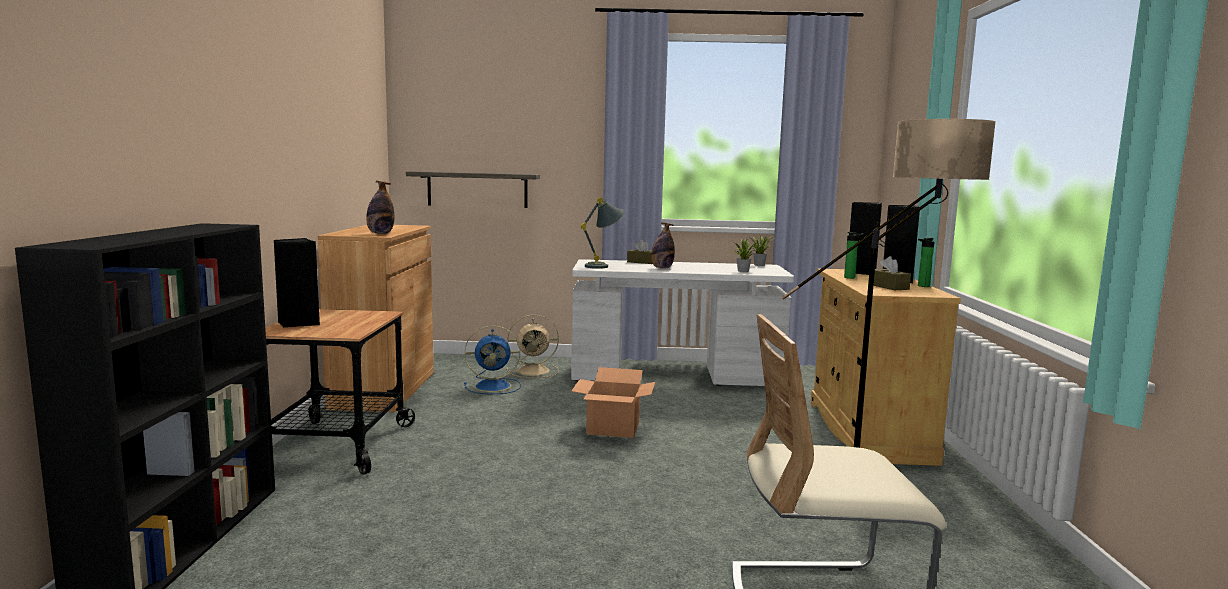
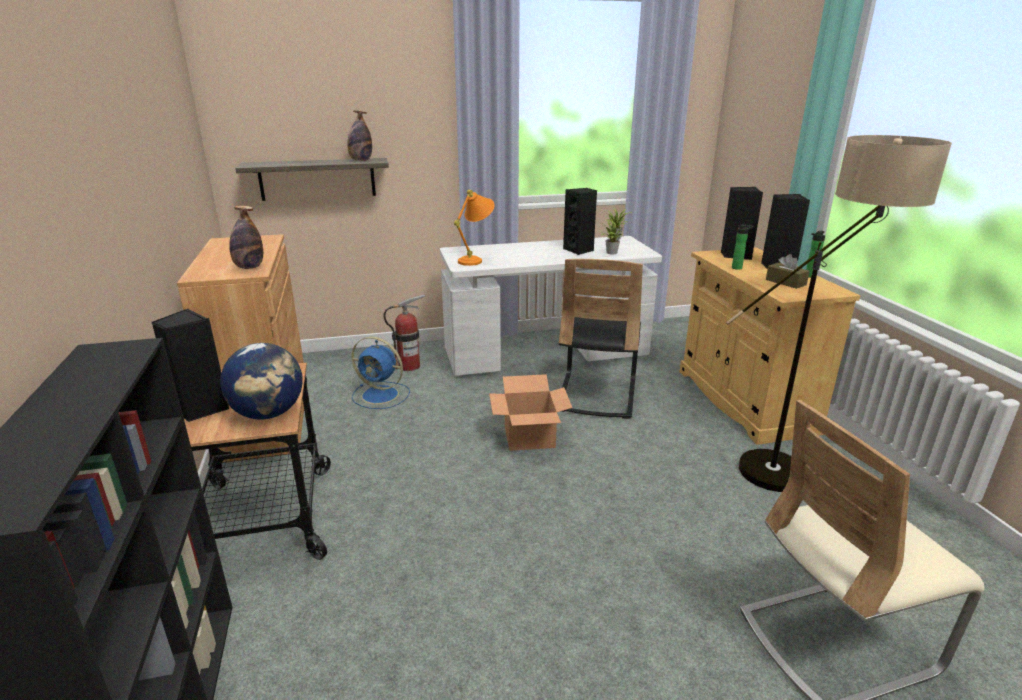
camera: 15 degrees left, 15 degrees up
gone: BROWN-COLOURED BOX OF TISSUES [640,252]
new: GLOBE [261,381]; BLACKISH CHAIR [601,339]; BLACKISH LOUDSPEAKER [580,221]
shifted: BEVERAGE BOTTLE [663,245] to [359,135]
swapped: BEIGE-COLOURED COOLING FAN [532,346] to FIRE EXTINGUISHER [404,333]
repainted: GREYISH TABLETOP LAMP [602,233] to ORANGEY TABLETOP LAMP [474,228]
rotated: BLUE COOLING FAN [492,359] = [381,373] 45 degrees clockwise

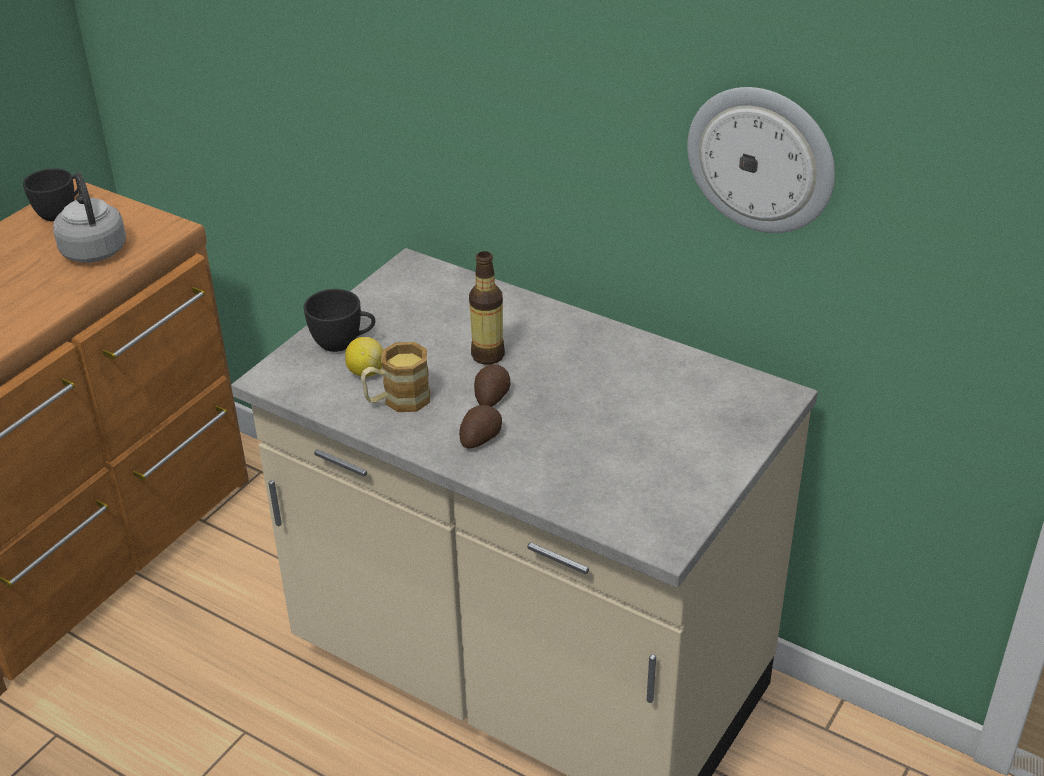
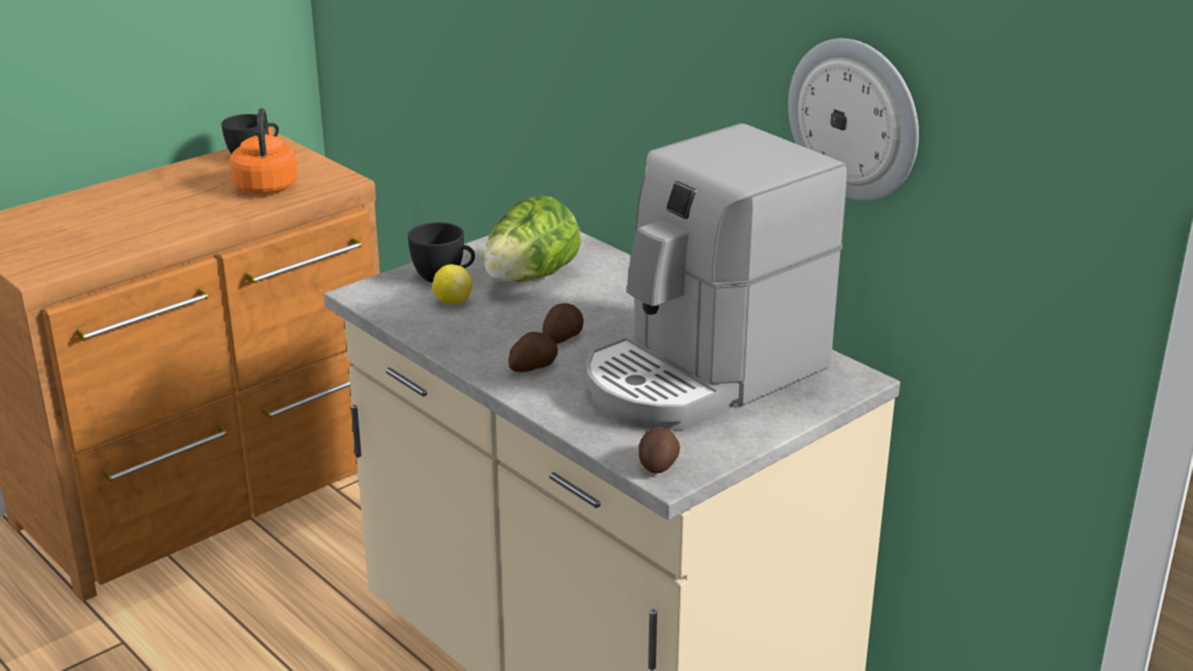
camera: 15 degrees right, 10 degrees down
gone: MUG [395,377]; BEVERAGE BOTTLE [487,308]
new: LETTUCE HEAD [532,239]; COFFEE MAKER [717,276]; WHOLE POTATO [659,450]
repainted: GREYISH TEA KETTLE [89,217] to ORANGEY TEA KETTLE [264,151]

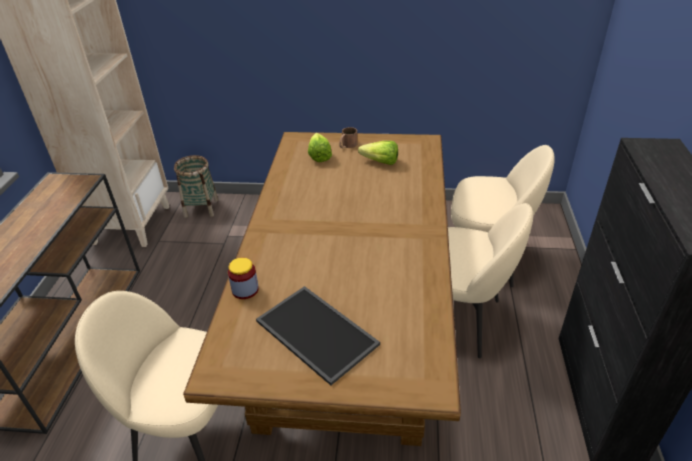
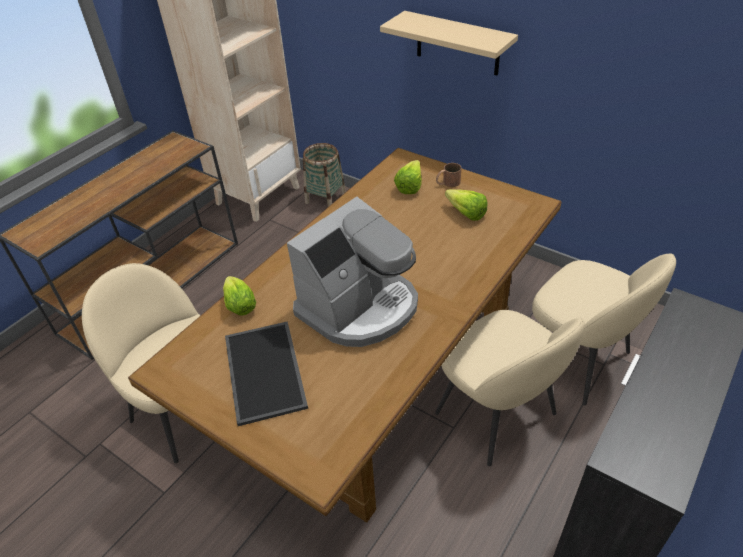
camera: 30 degrees right, 5 degrees up
new: COFFEE MAKER [352,272]; BEIGE-COLOURED BRACKET SHELF [449,43]
swapped: JAR [243,278] to LETTUCE HEAD [239,296]

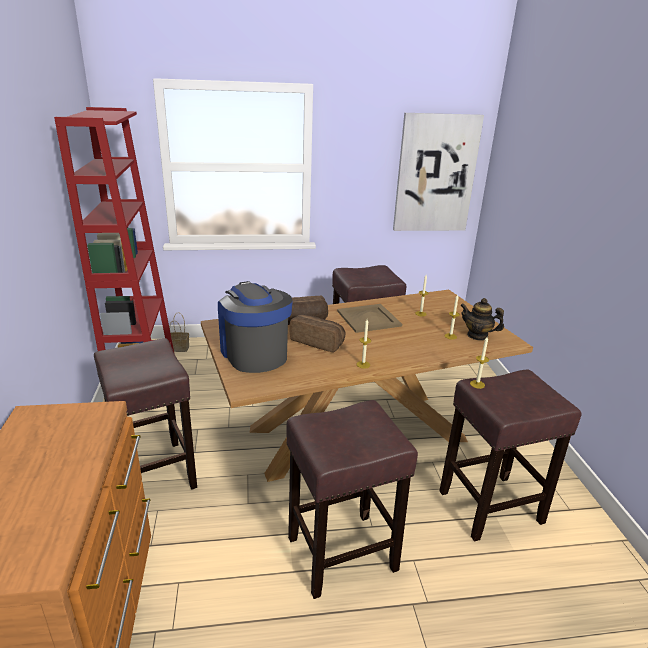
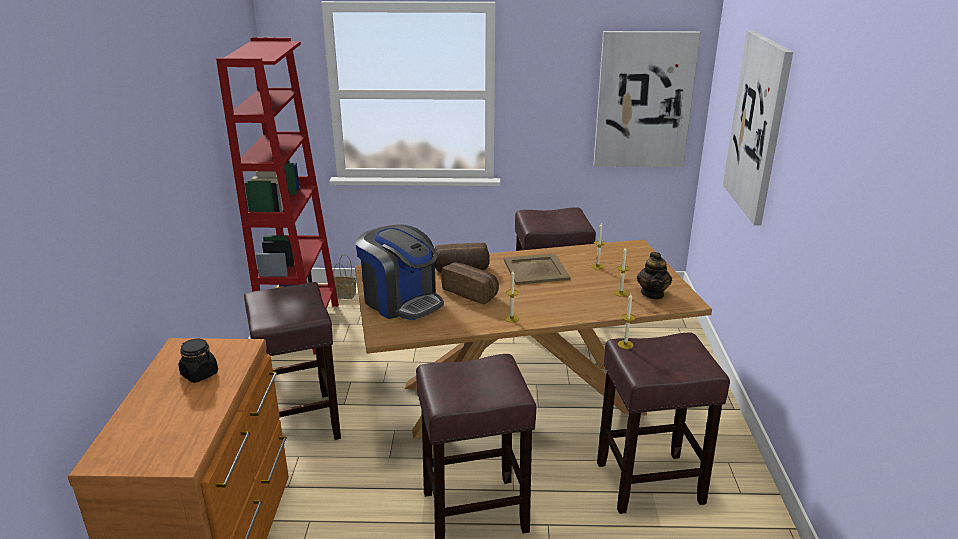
camera: 10 degrees right, 0 degrees up
new: BLACKISH JAR [198,361]; WALL PICTURE [758,128]
rotated: COFFEE MAKER [255,327] = [399,272] 150 degrees clockwise; TEAPOT [482,319] = [654,275] 120 degrees counterclockwise

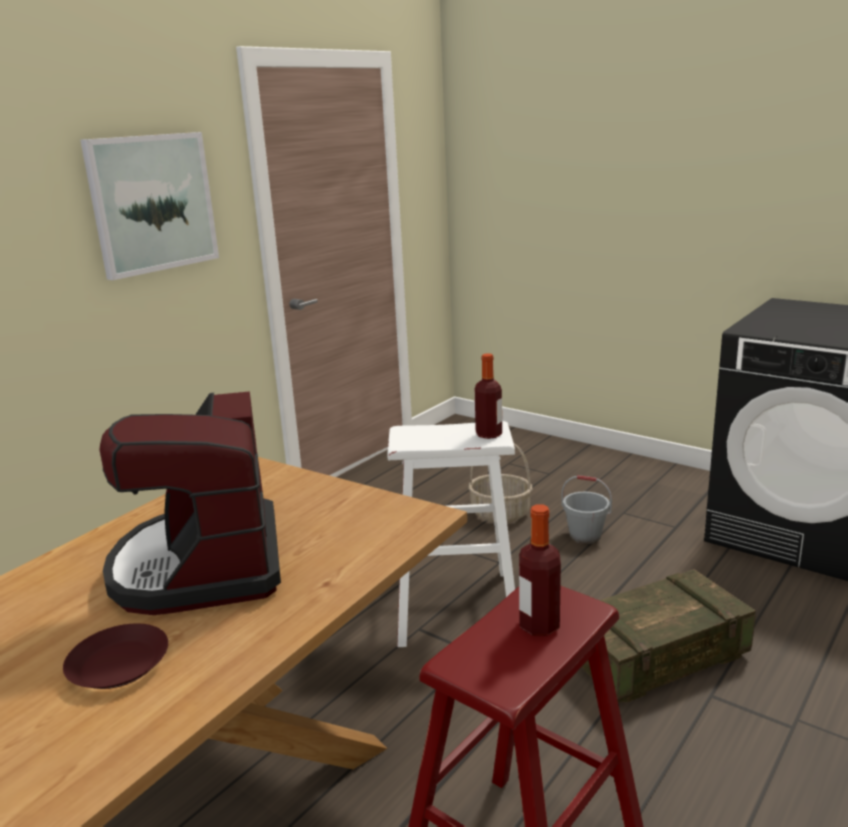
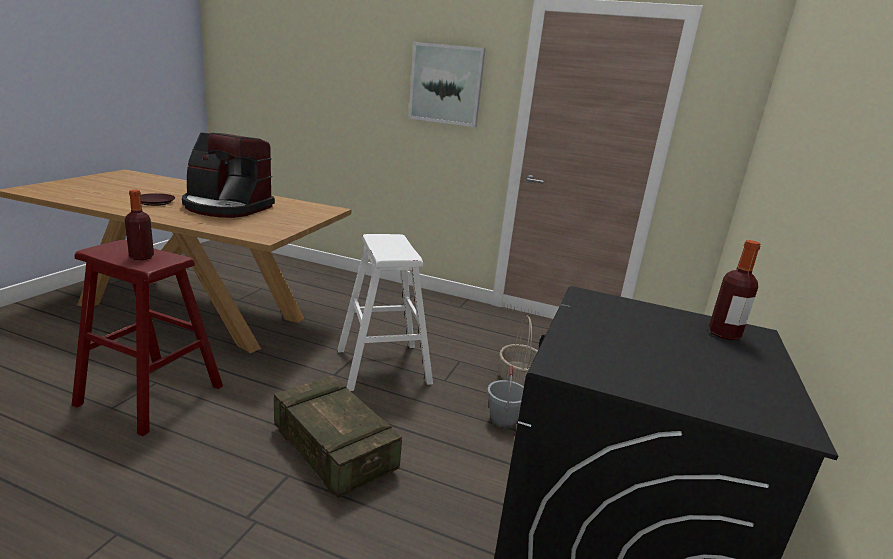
camera: 70 degrees right, 0 degrees up
shifted: BEVERAGE BOTTLE [488,396] to [734,290]
rotated: COFFEE MAKER [190,503] = [228,175] 135 degrees counterclockwise

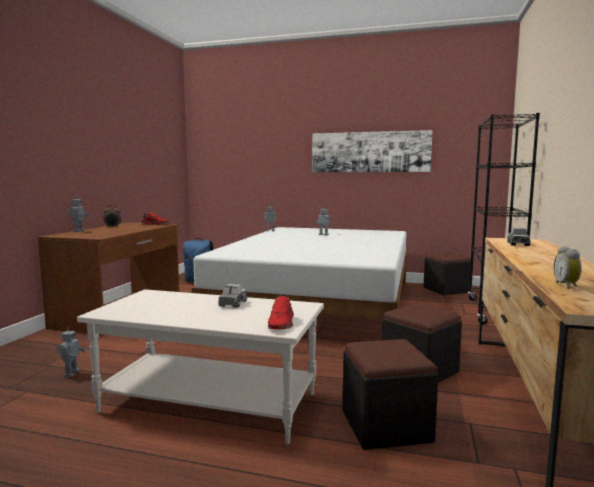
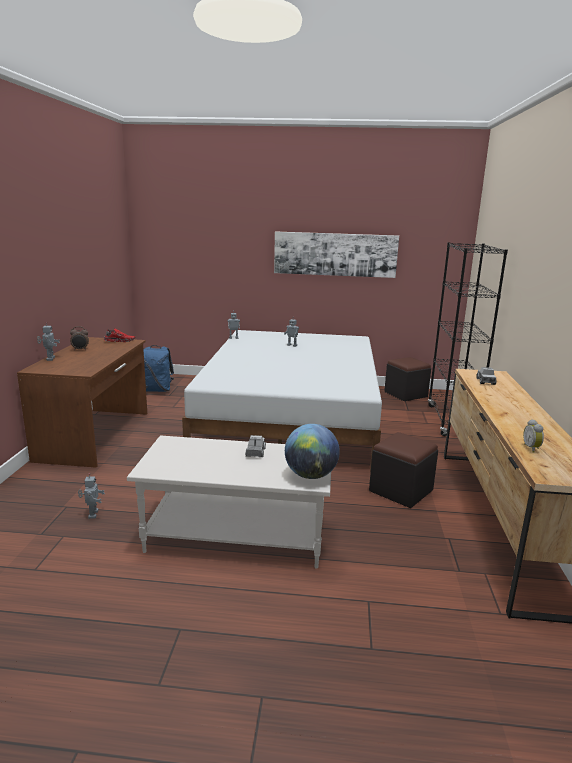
camera: 10 degrees left, 10 degrees up
gone: BLACKISH POUFFE [390,394]
swapped: REDDISH SHOE [281,311] to GLOBE [312,451]

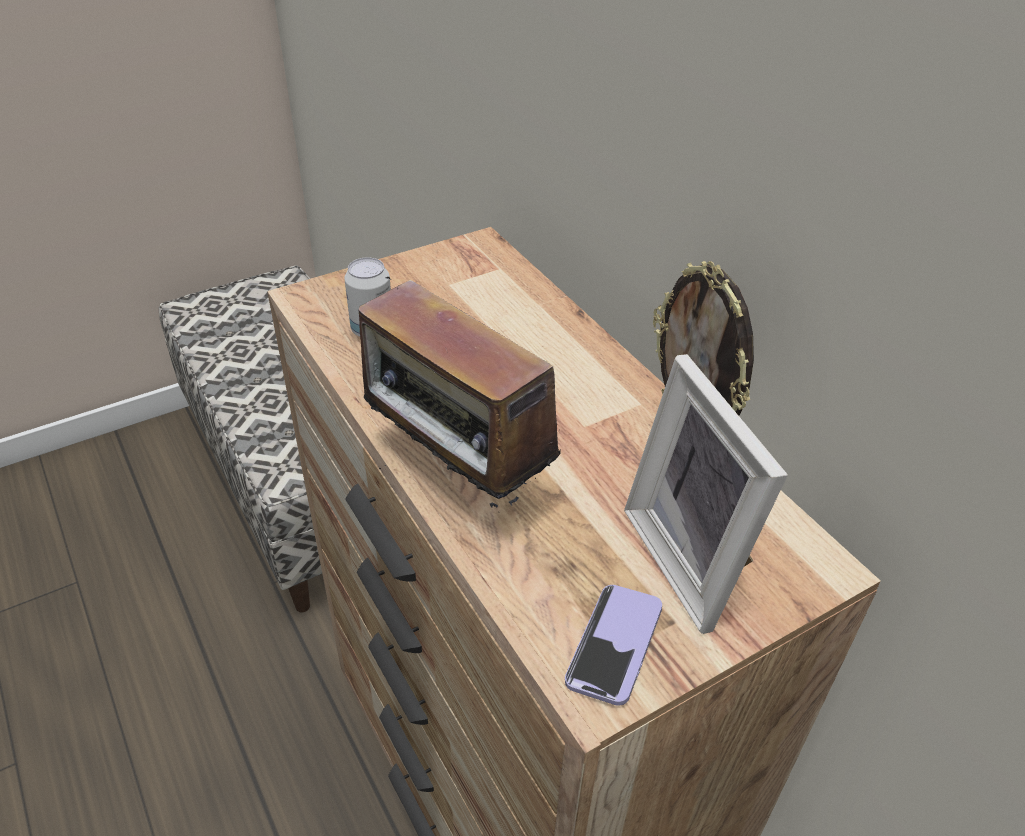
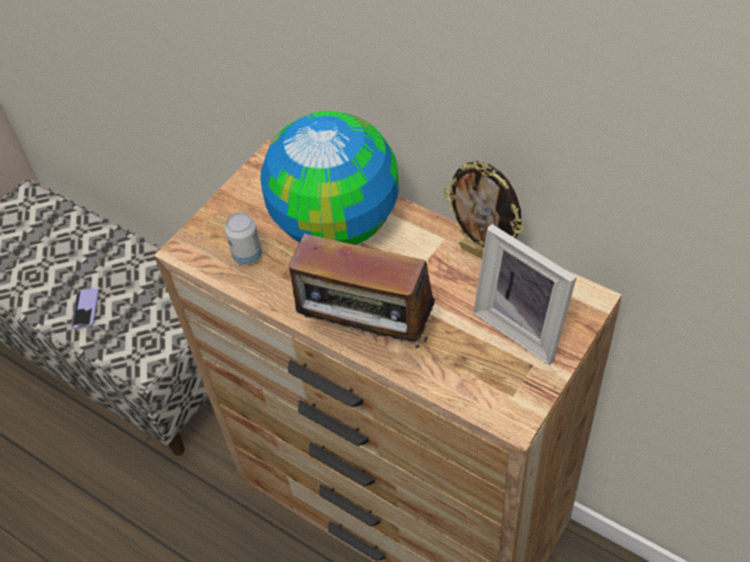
camera: 20 degrees left, 10 degrees up
new: GLOBE [329,178]
shifted: HANDSET [613,645] to [85,308]

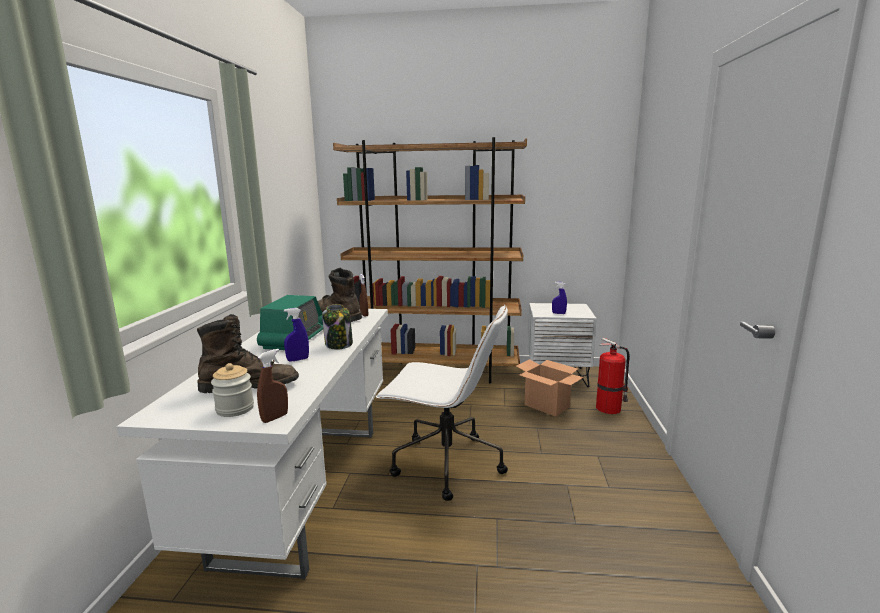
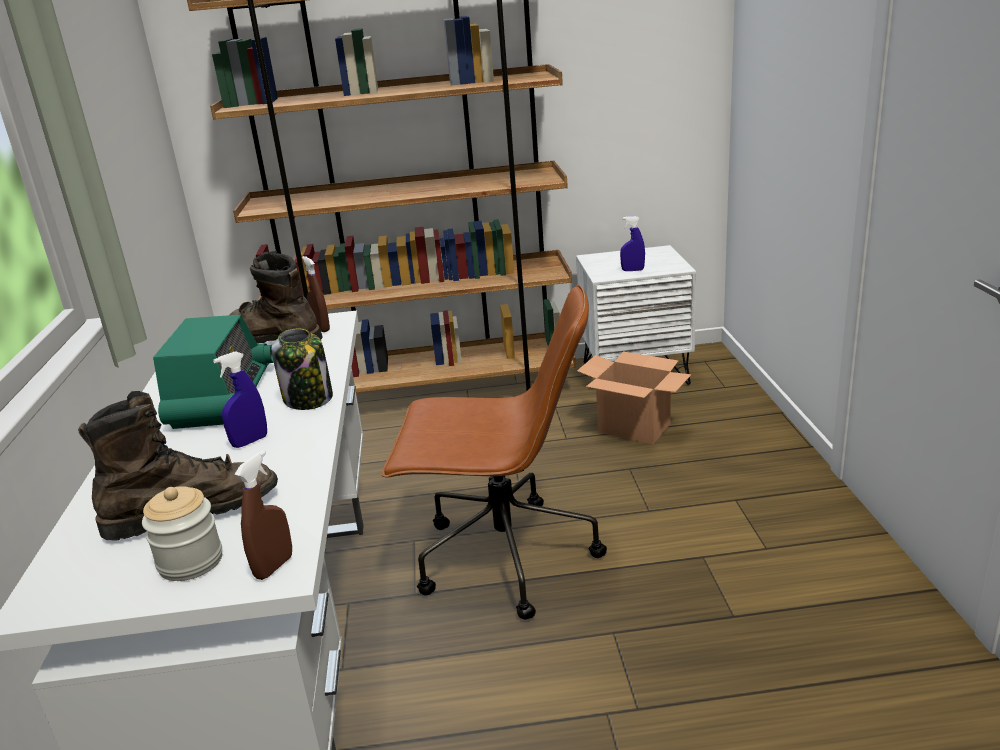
camera: 10 degrees left, 10 degrees up
gone: FIRE EXTINGUISHER [613,376]
repainted: WHITE DESK CHAIR [441,403] to BROWN-COLOURED DESK CHAIR [494,452]

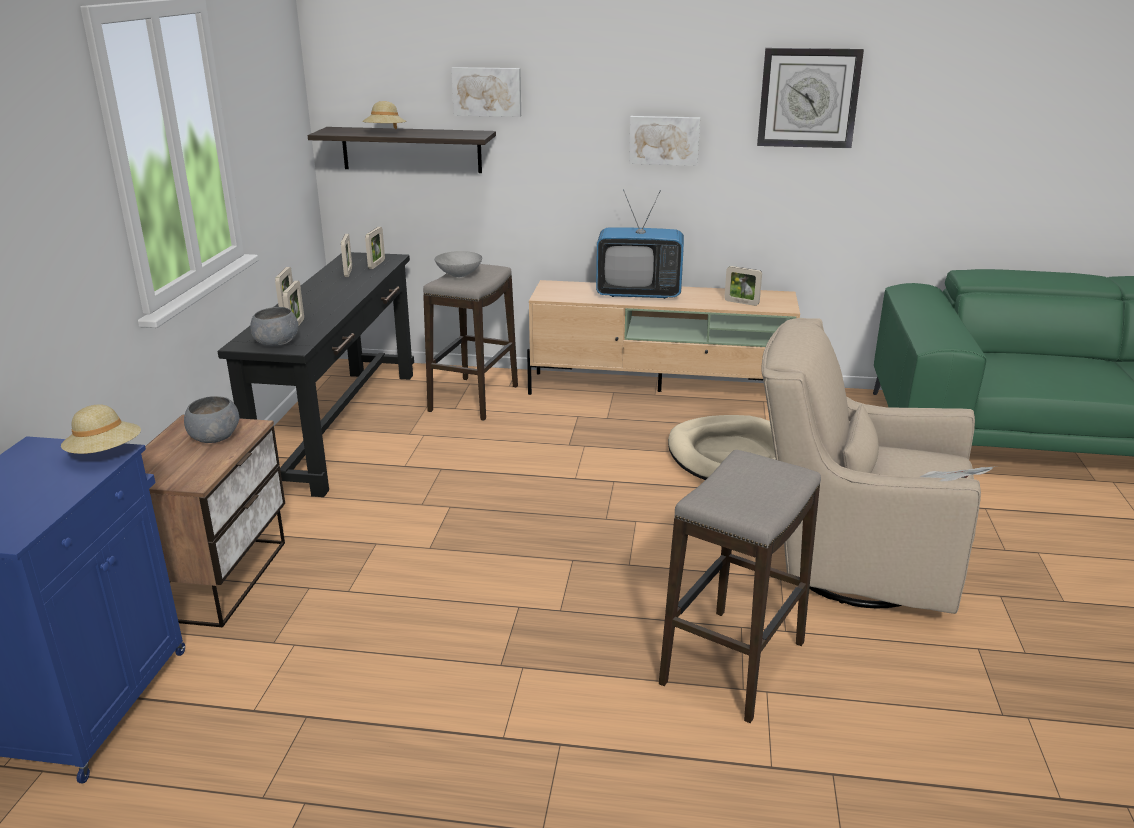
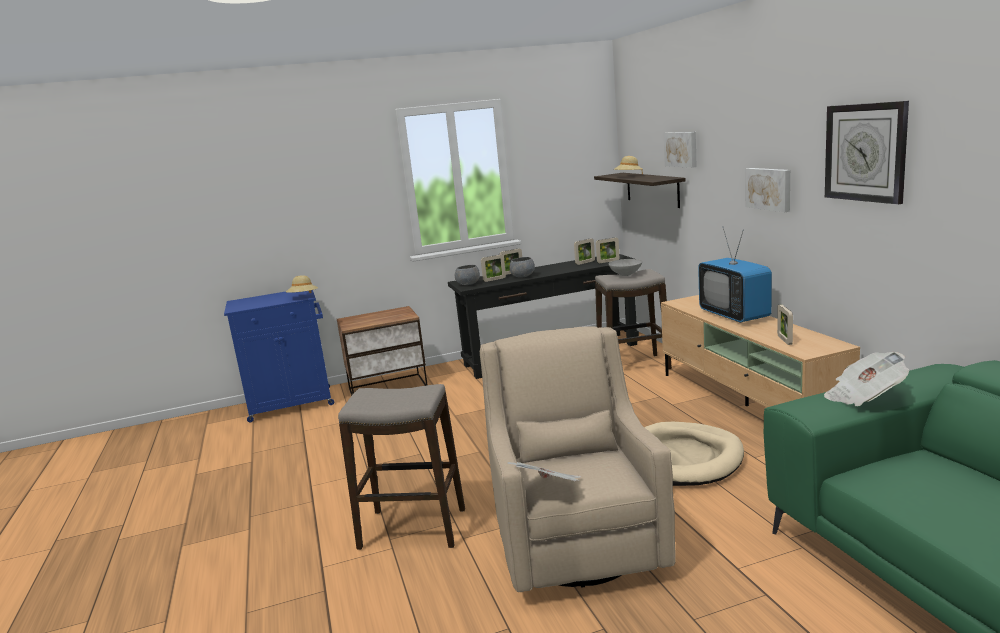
camera: 65 degrees right, 10 degrees down
new: DAILY PAPER [866,379]
shifted: GREYISH SERVING BOWL [211,419] to [522,267]

